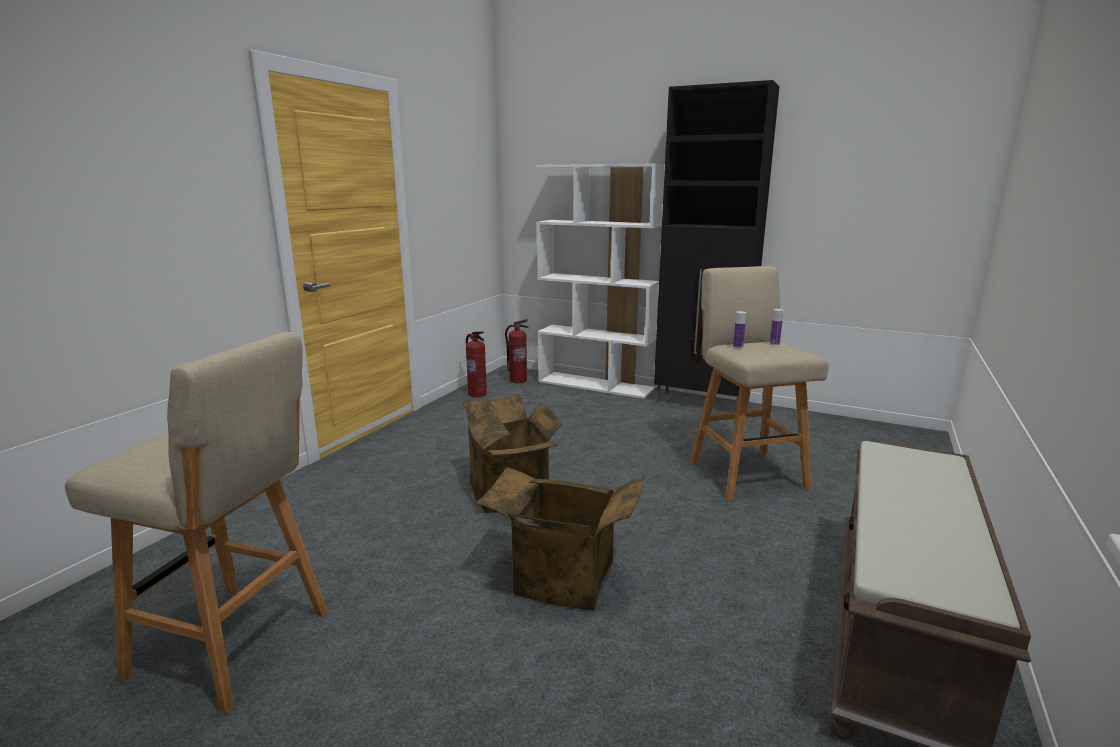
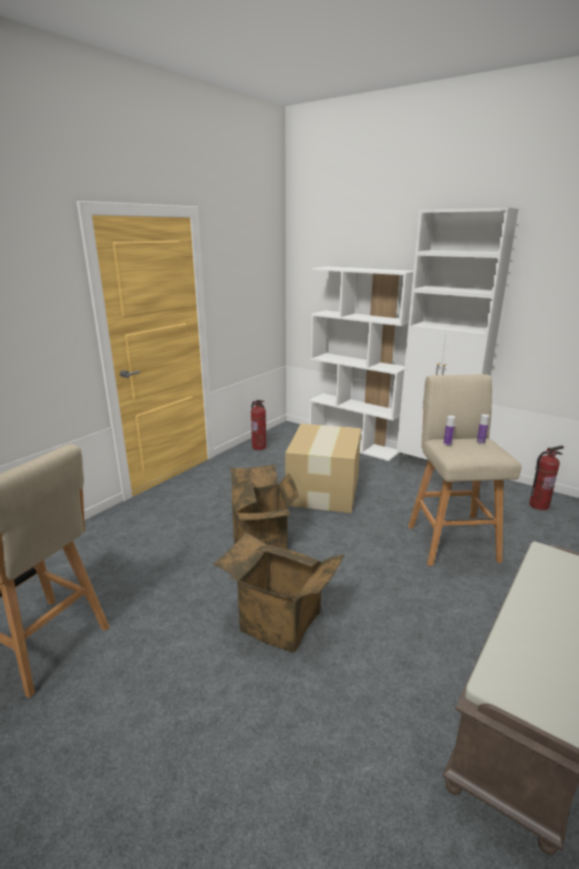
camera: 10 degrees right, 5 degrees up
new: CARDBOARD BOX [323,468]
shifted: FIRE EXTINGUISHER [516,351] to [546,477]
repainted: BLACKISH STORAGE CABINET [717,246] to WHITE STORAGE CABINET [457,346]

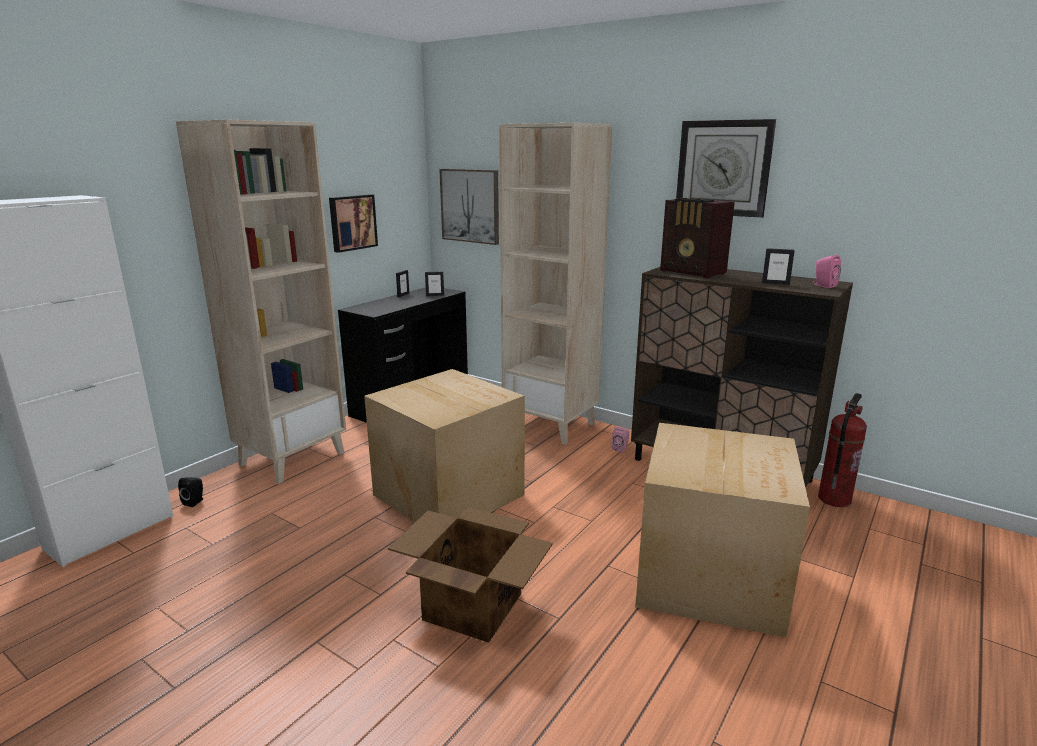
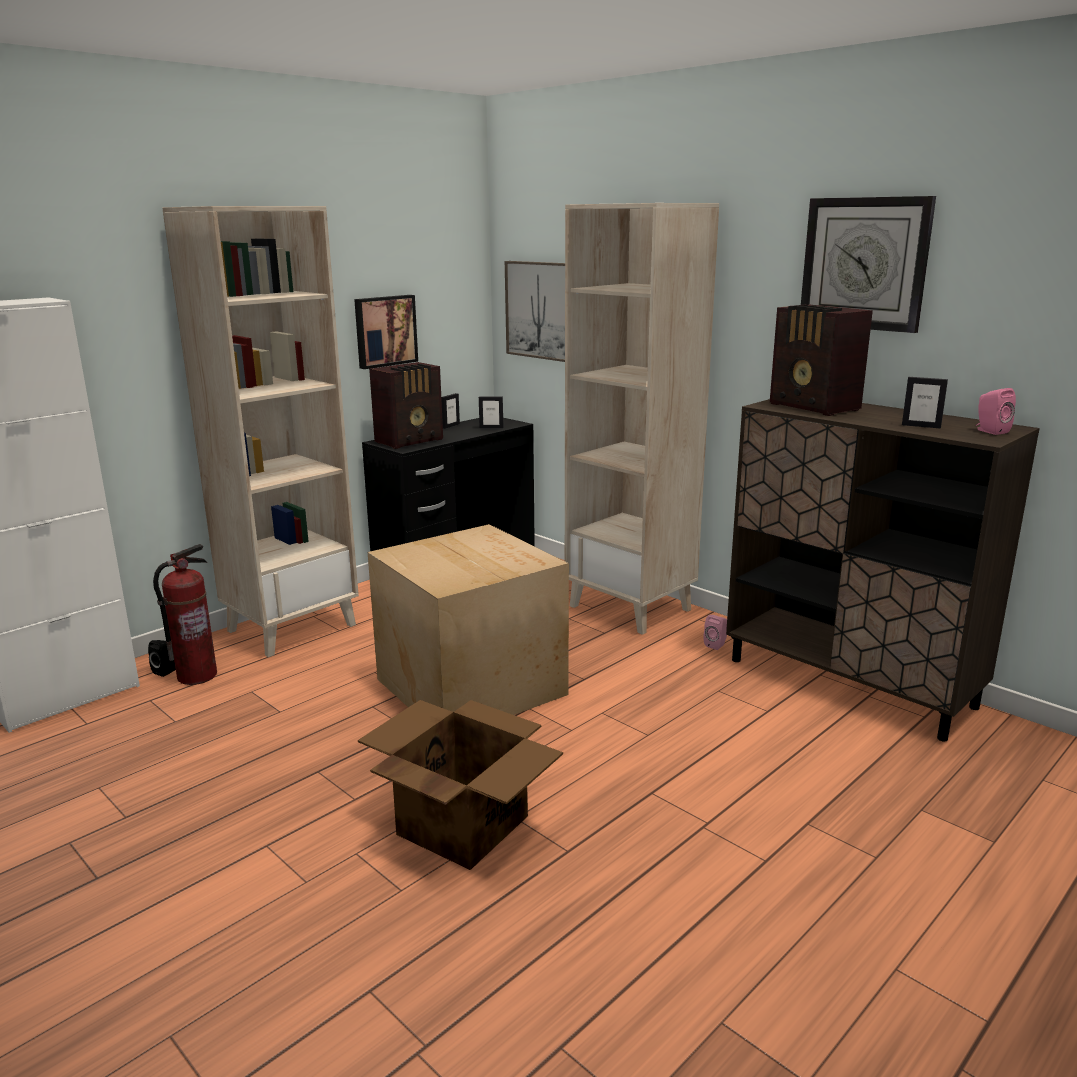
camera: 10 degrees right, 0 degrees up
gone: CARDBOARD BOX [722,530]
new: RADIO SET [406,405]
shifted: FIRE EXTINGUISHER [842,450] to [185,614]

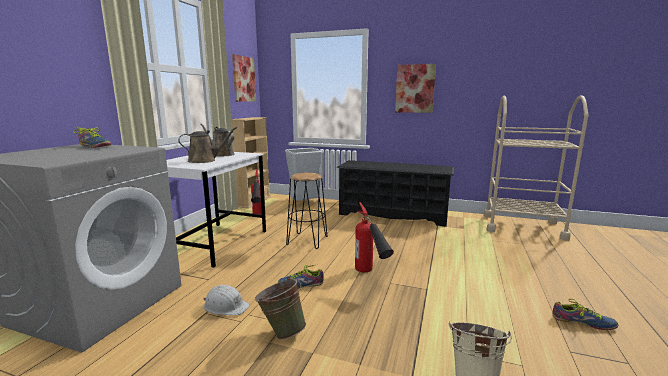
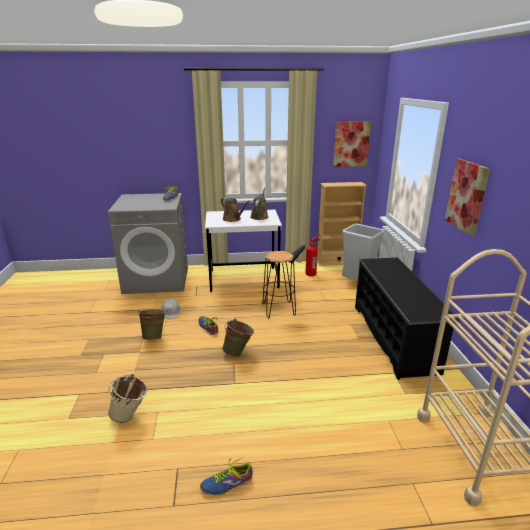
camera: 65 degrees right, 10 degrees up
swapped: FIRE EXTINGUISHER [374,237] to GREENISH BUCKET [238,337]
rotated: SHOE [585,314] = [226,476] 75 degrees clockwise

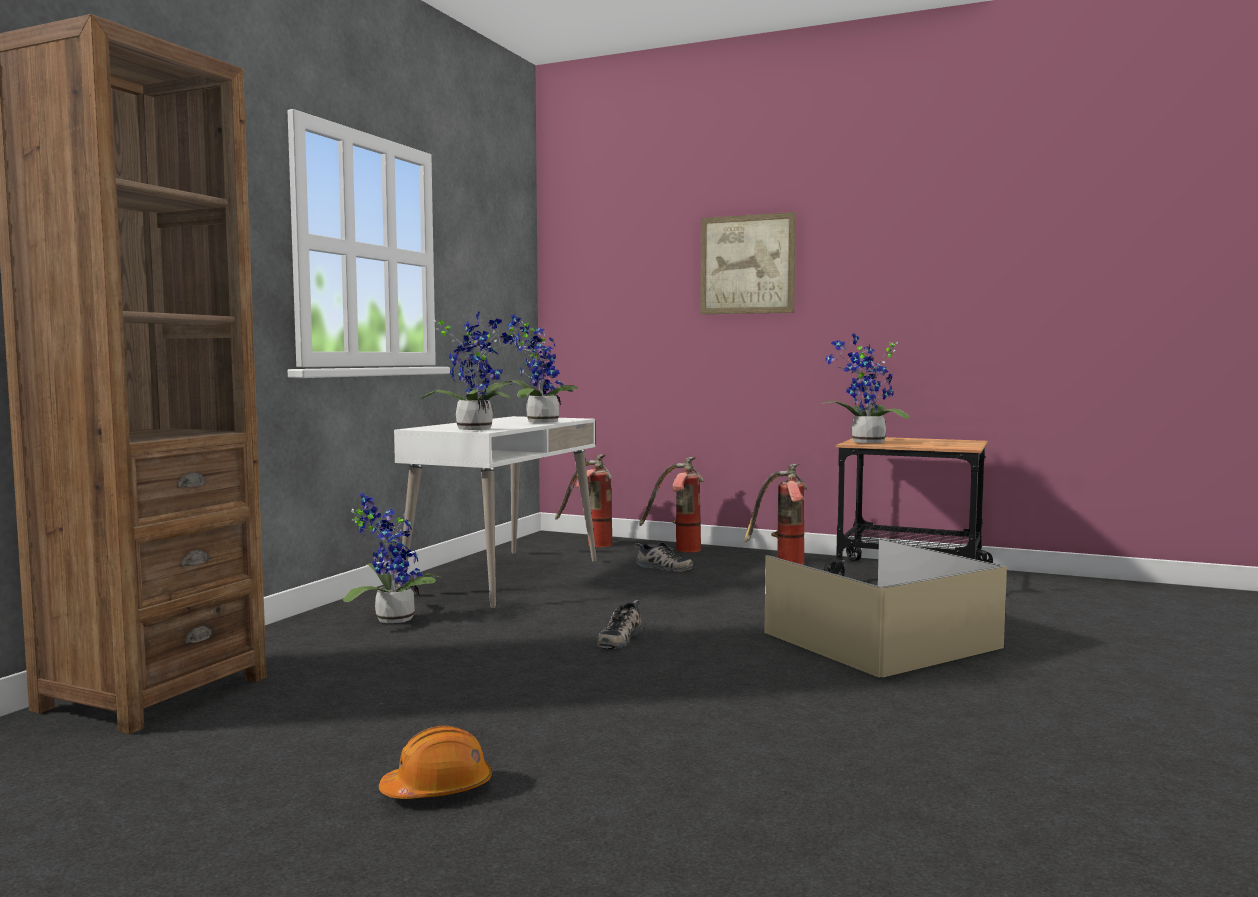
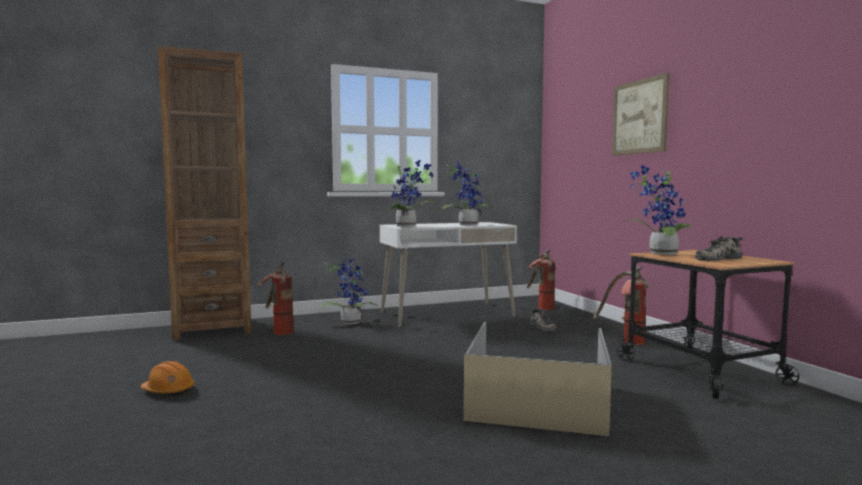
camera: 45 degrees right, 0 degrees up
shifted: SHOE [620,625] to [719,248]; FIRE EXTINGUISHER [671,504] to [275,298]

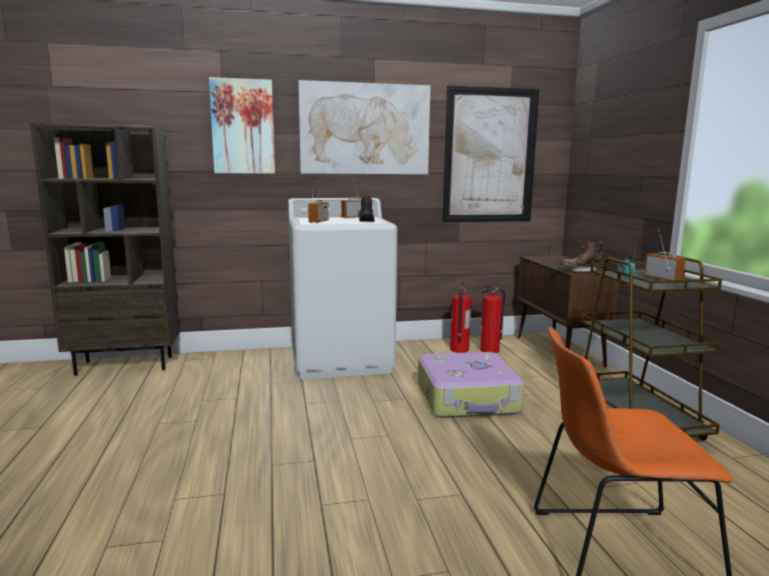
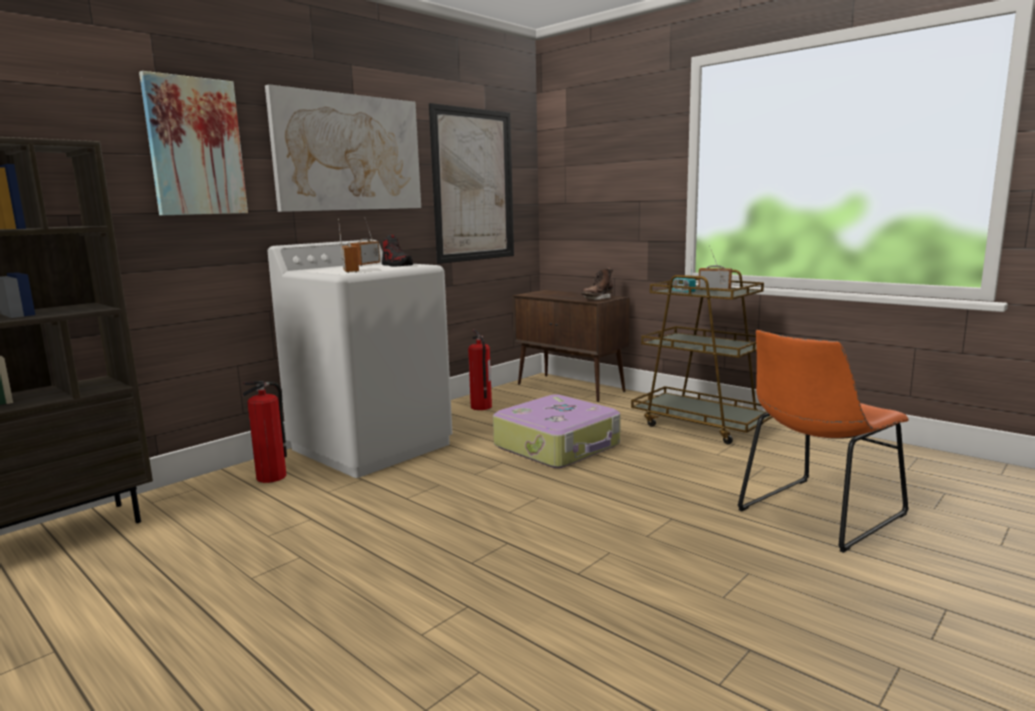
camera: 35 degrees left, 0 degrees up
shifted: FIRE EXTINGUISHER [493,319] to [265,432]

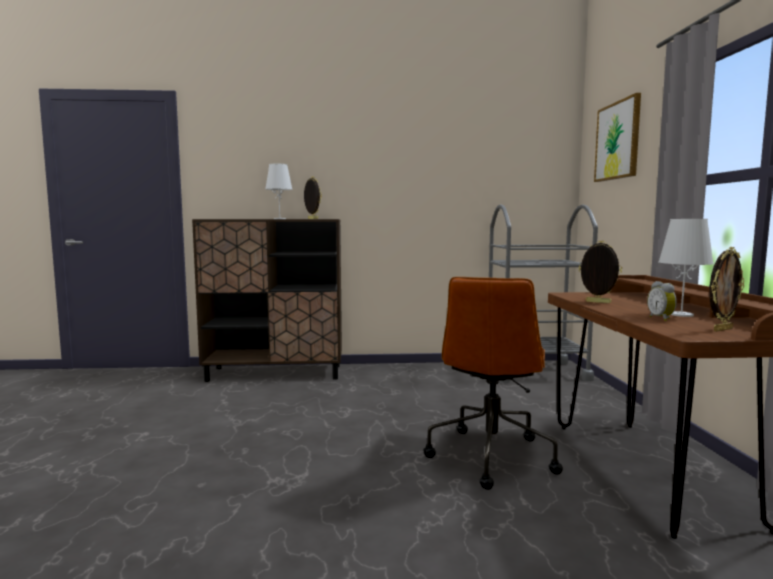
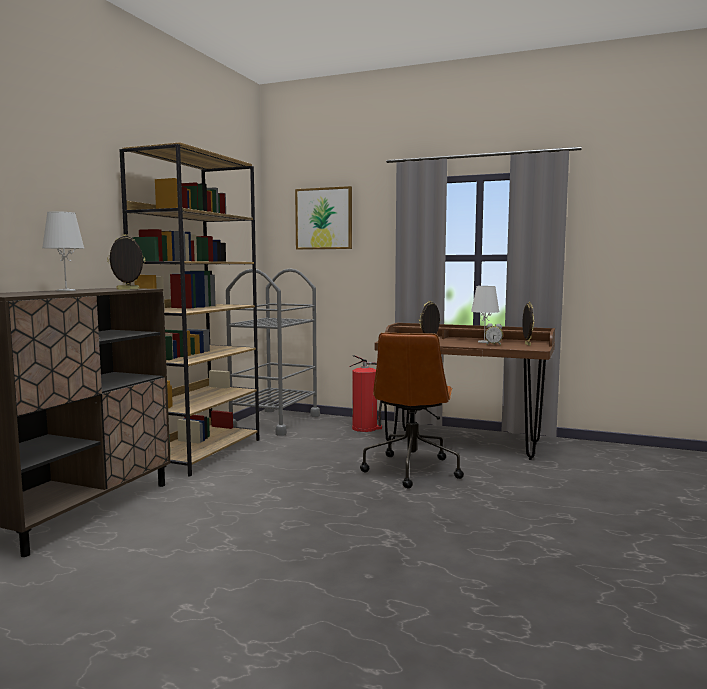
camera: 65 degrees left, 0 degrees up
new: BROWN-COLOURED BOOKCASE [189,309]; FIRE EXTINGUISHER [365,393]
rotated: BROWN-COLOURED DESK CHAIR [493,383] = [412,411] 60 degrees clockwise

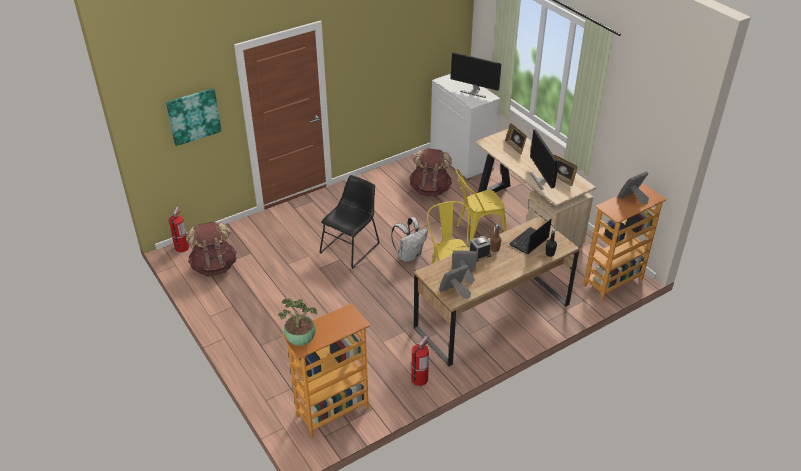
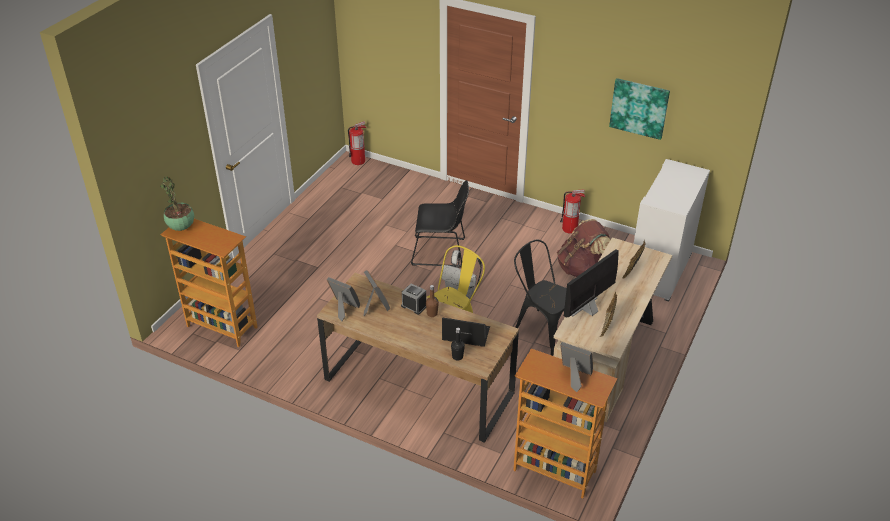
camera: 60 degrees right, 0 degrees up
gone: BROWN-COLOURED KNAPSACK [211,249]; COMPUTER SCREEN [476,75]
shifted: WALL PICTURE [193,117] to [639,109]; FIRE EXTINGUISHER [420,360] to [572,211]
repainted: YELLOWISH CHAIR [481,208] to BLACKISH CHAIR [540,297]

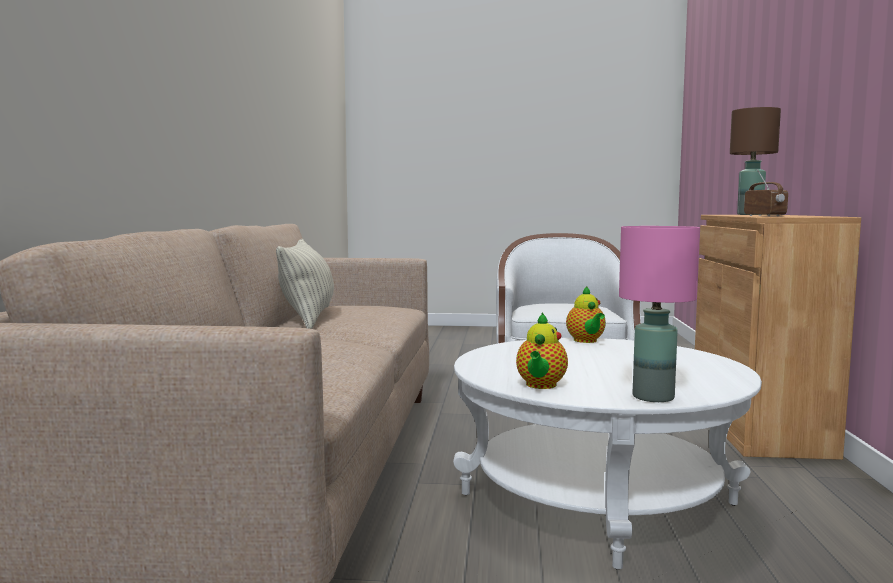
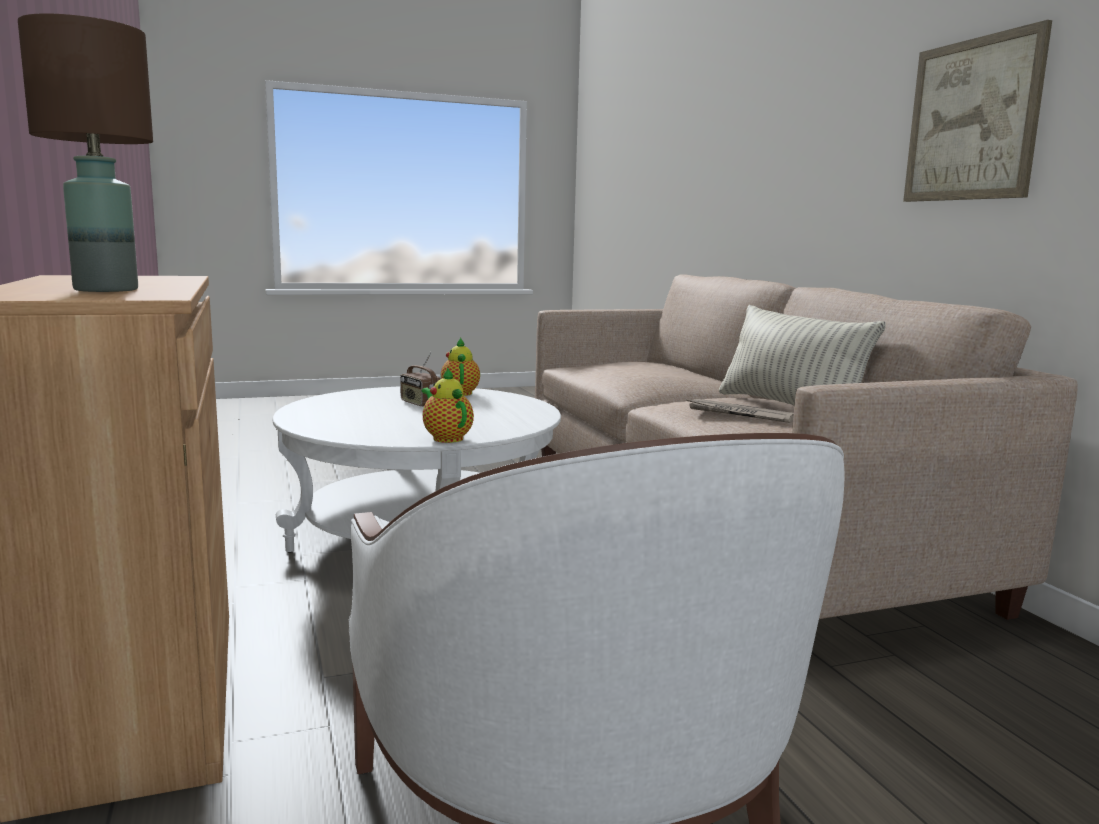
camera: 155 degrees right, 5 degrees up
gone: PINKISH TABLETOP LAMP [659,314]
new: DAILY PAPER [739,411]; WALL PICTURE [977,111]
shifted: RADIO SET [766,192] to [420,379]

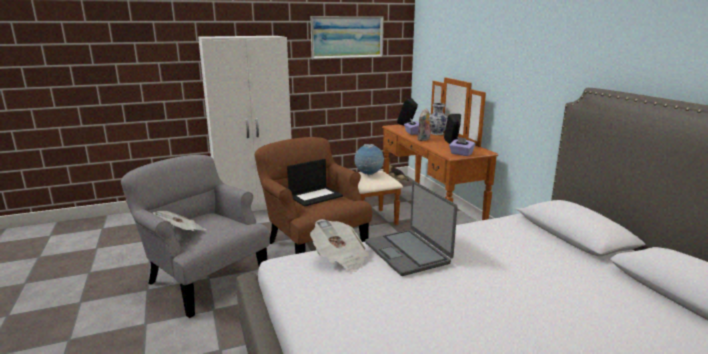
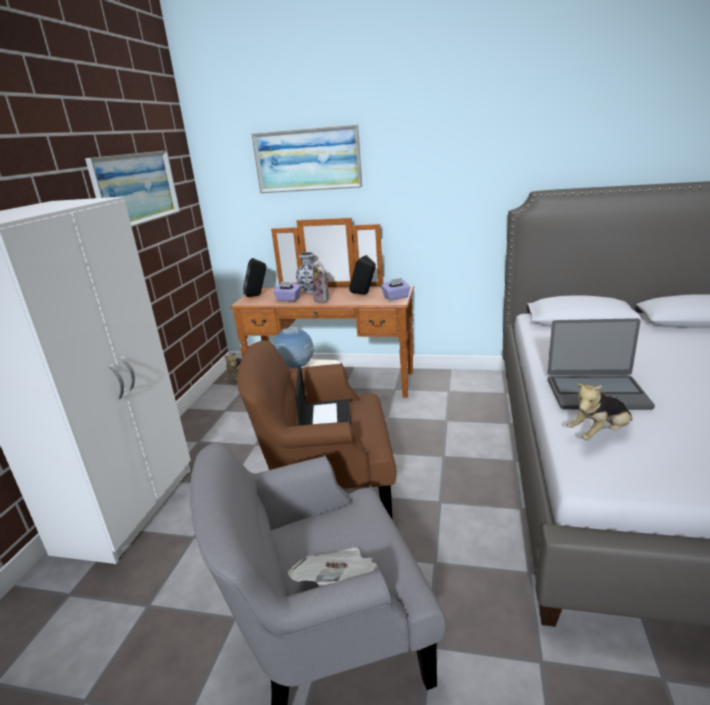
camera: 55 degrees left, 5 degrees up
new: WALL PICTURE [307,159]
swapped: DAILY PAPER [339,245] to PLUSH TOY [600,411]

